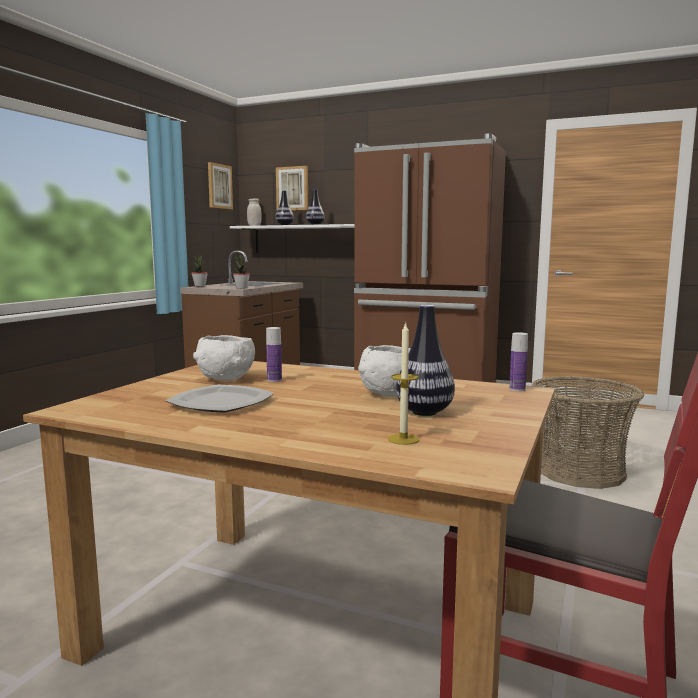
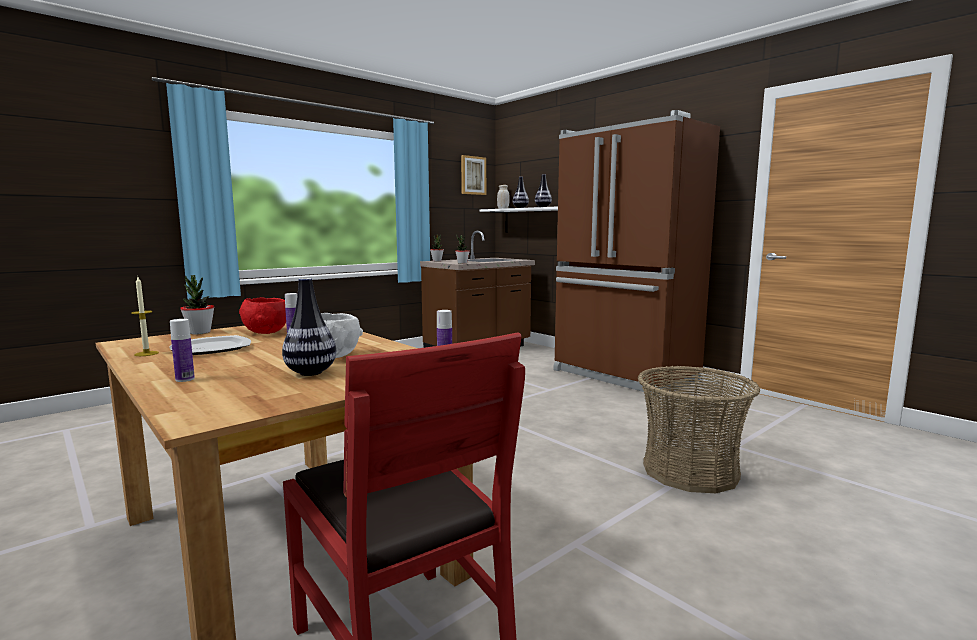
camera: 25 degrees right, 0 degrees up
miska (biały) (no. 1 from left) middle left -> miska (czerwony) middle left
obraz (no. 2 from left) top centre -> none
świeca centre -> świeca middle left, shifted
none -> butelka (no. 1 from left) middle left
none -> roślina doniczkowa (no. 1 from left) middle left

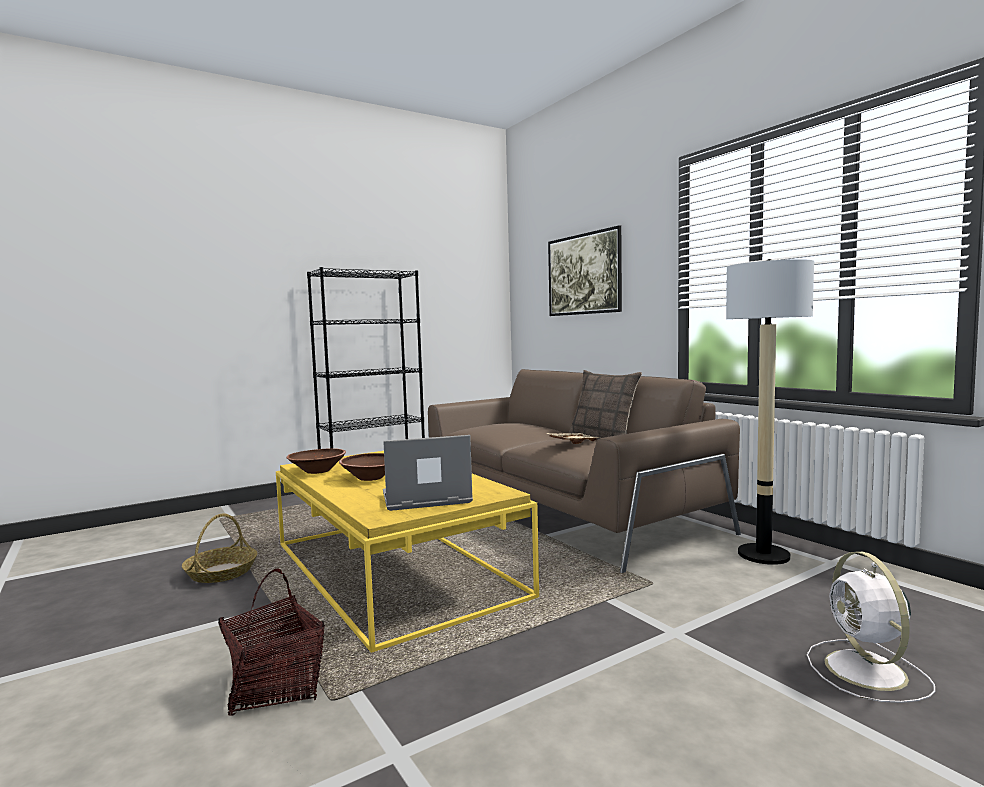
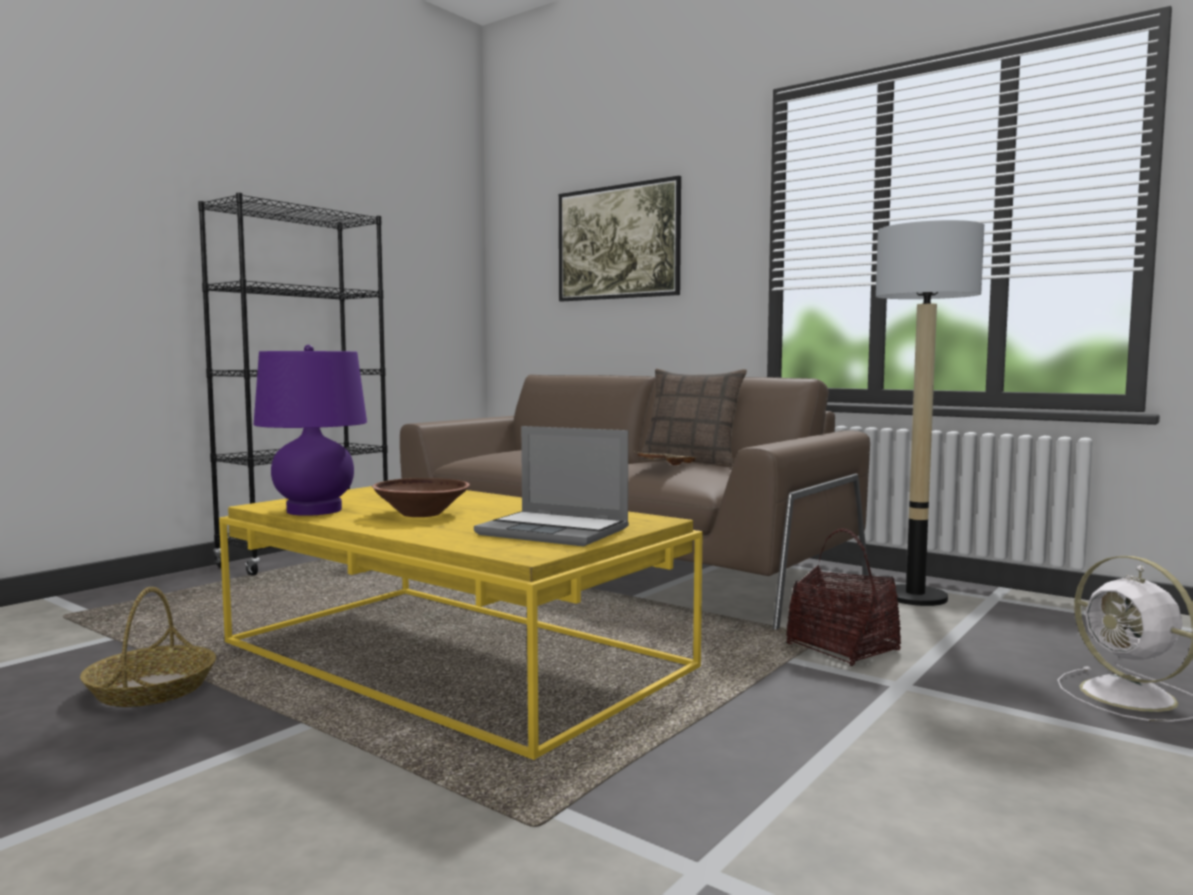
camera: 20 degrees left, 0 degrees up
koszyk (no. 2 from left) bottom left -> koszyk (no. 2 from left) bottom right, shifted
miska (brązowy) (no. 1 from left) middle left -> lampa stołowa (fioletowy) middle left
laptop centre, 120 degrees counterclockwise

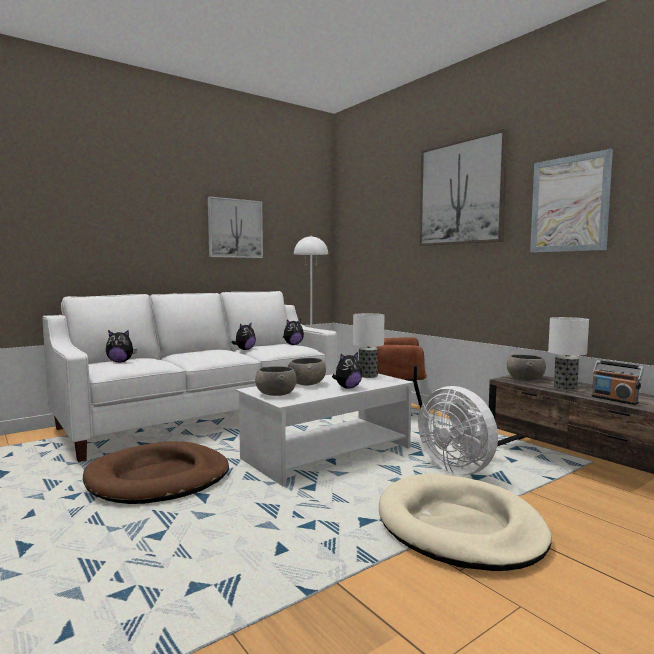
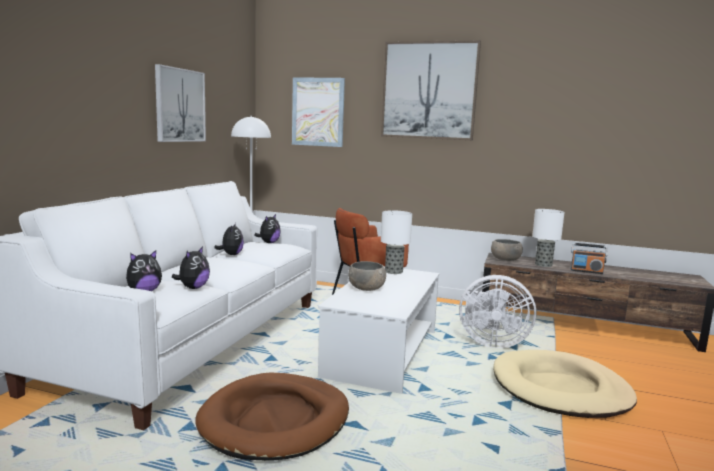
camera: 35 degrees left, 5 degrees up
miska (szary) (no. 1 from left) centre -> none
pluszak (no. 4 from left in the first image) centre -> pluszak (no. 2 from left) middle left, shifted
obraz (no. 3 from left in the first image) top right -> obraz (no. 2 from left) top centre, shifted

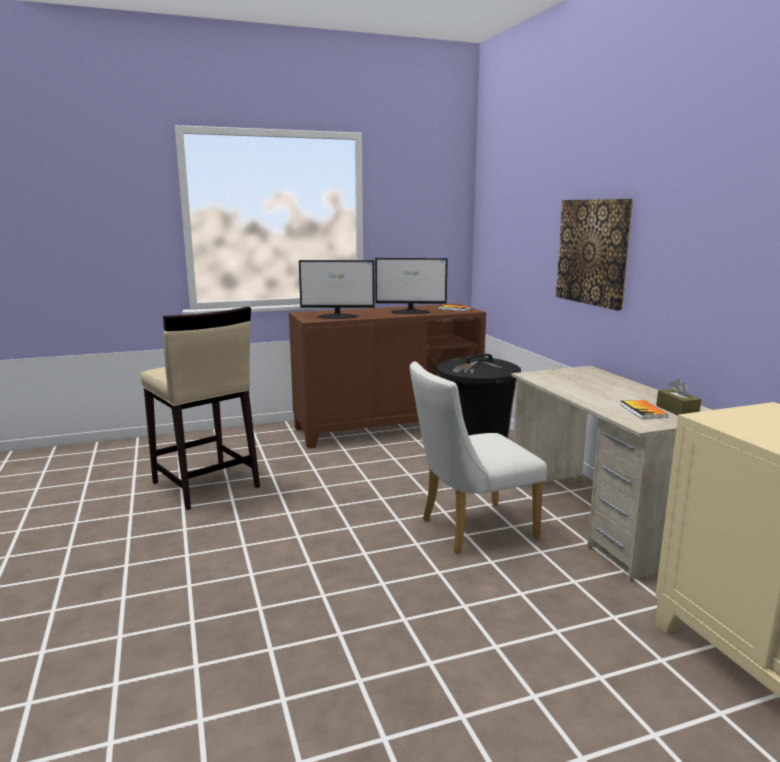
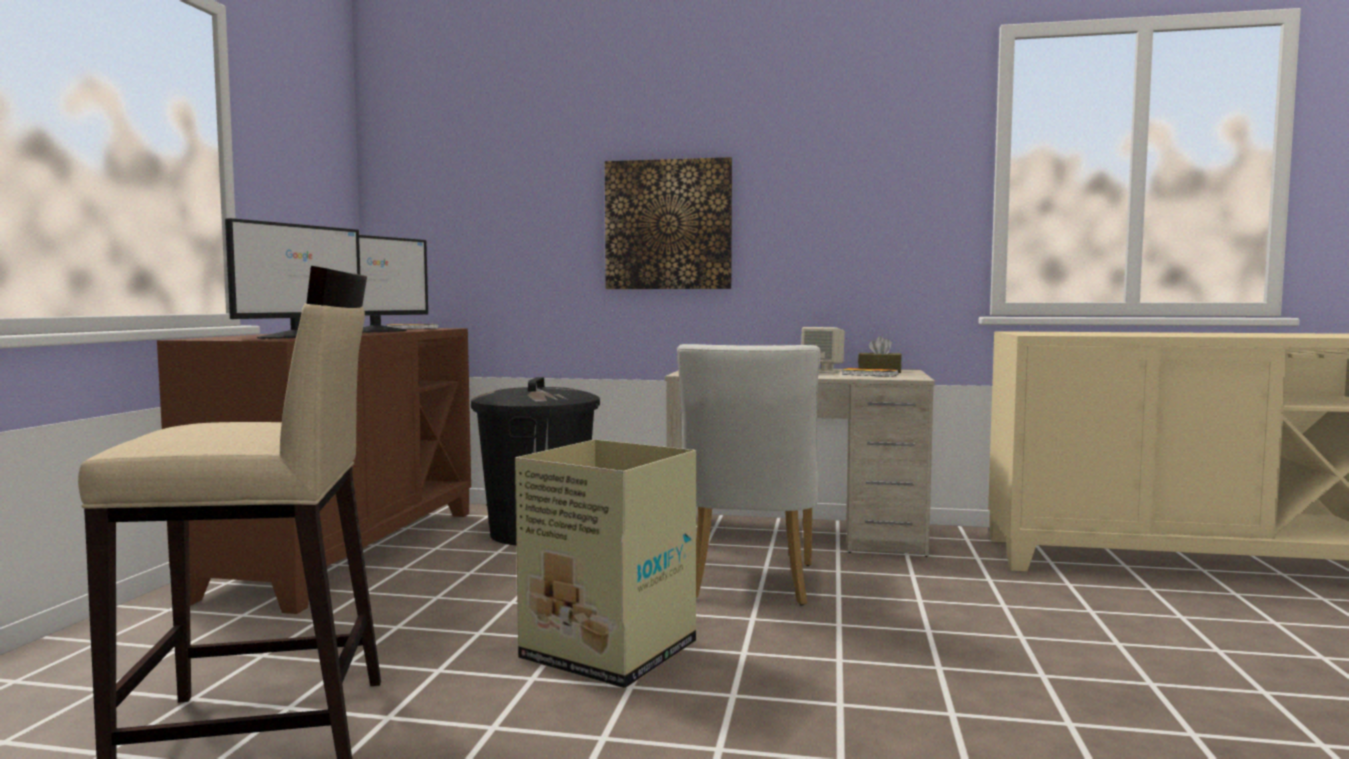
camera: 60 degrees left, 10 degrees down
none -> karton bottom centre
none -> głośnik (beżowy) centre

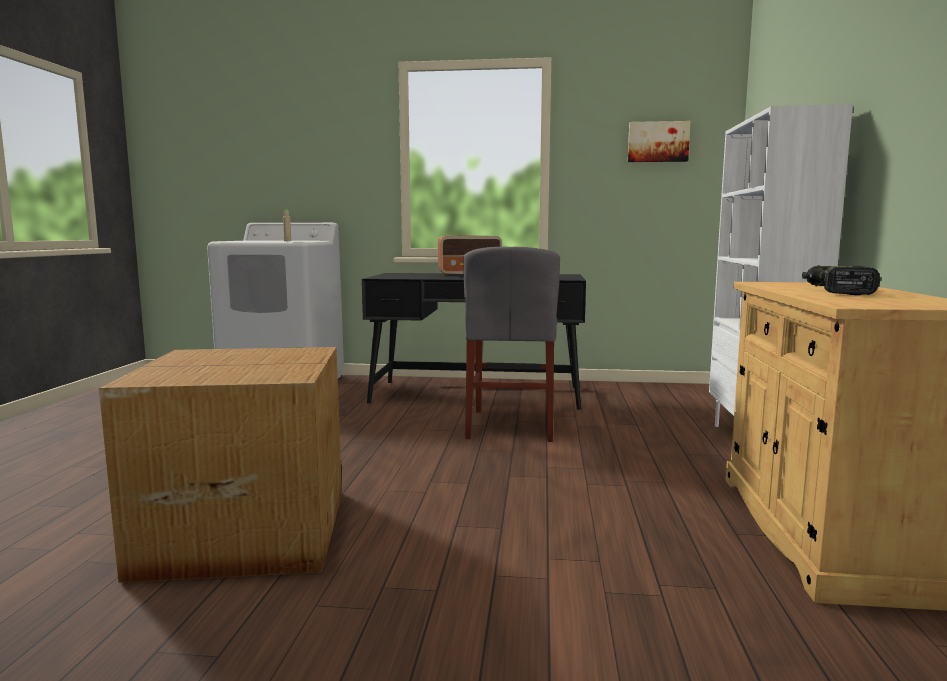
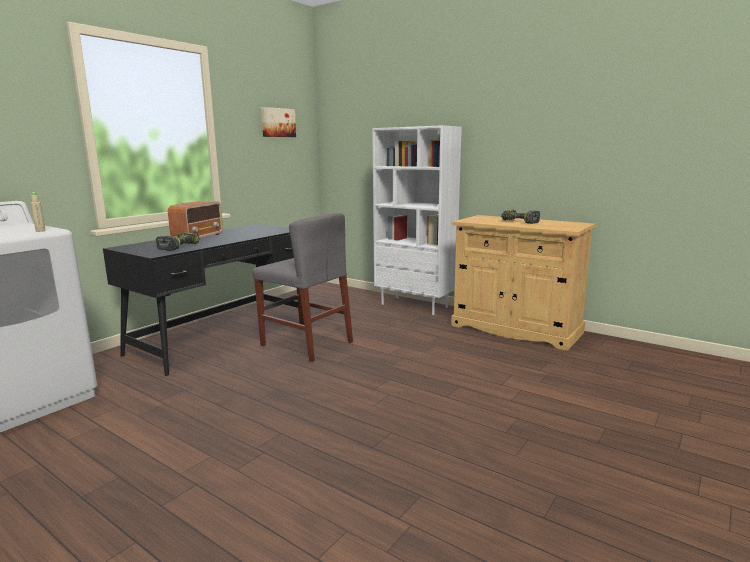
camera: 60 degrees left, 5 degrees up
karton bottom left -> none
none -> wiertarka (no. 1 from left) middle left

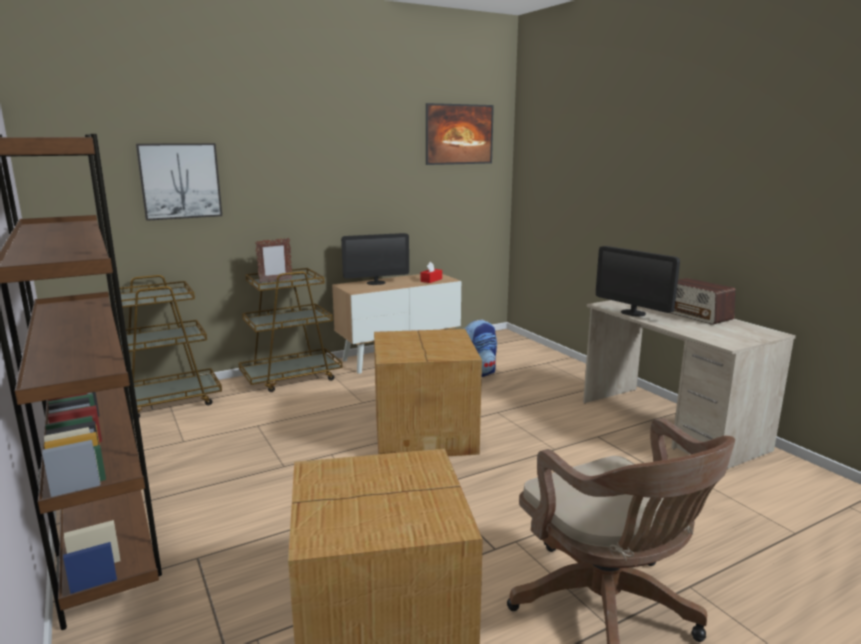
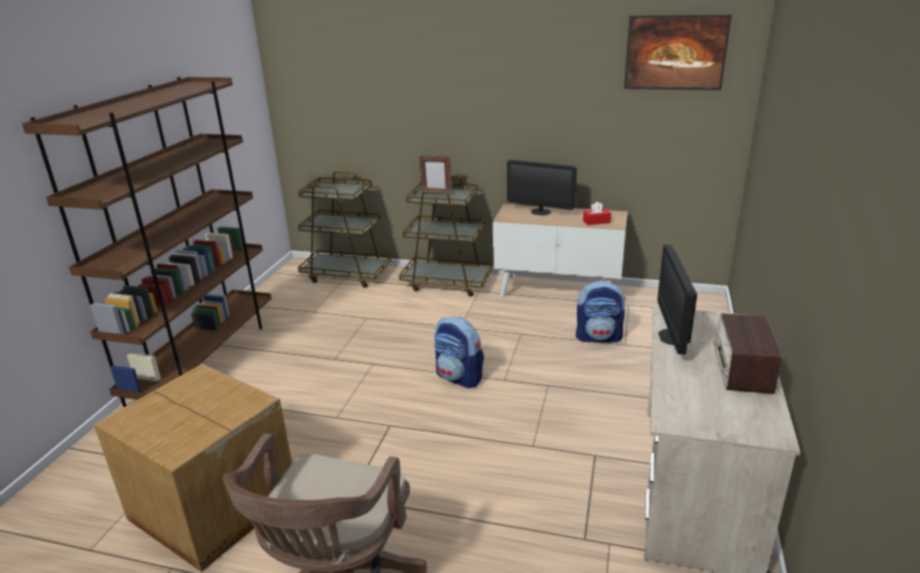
camera: 45 degrees right, 10 degrees up
obraz (no. 1 from left) top left -> none
karton (no. 2 from left) centre -> plecak (no. 1 from left) centre

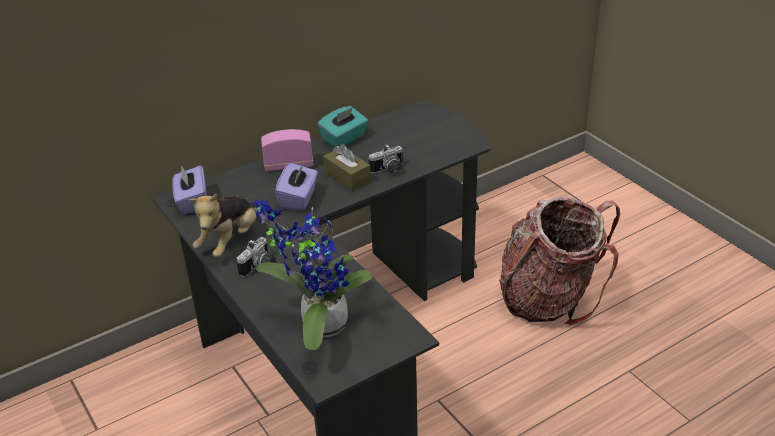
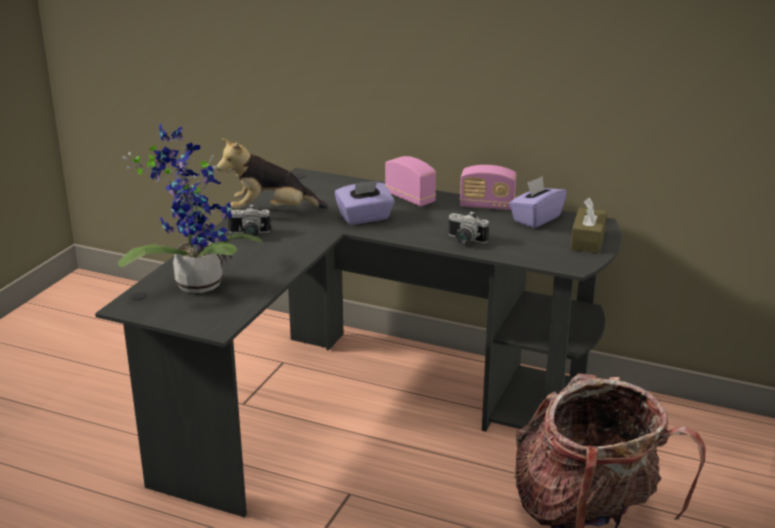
camera: 55 degrees right, 10 degrees down
pudełko chusteczek (fioletowy) (no. 1 from left in the first image) middle left -> pudełko chusteczek (fioletowy) (no. 2 from left) middle right, shifted
pudełko chusteczek (turkusowy) top centre -> radio (no. 2 from left) centre
pudełko chusteczek (brązowy) centre -> pudełko chusteczek (brązowy) middle right, shifted

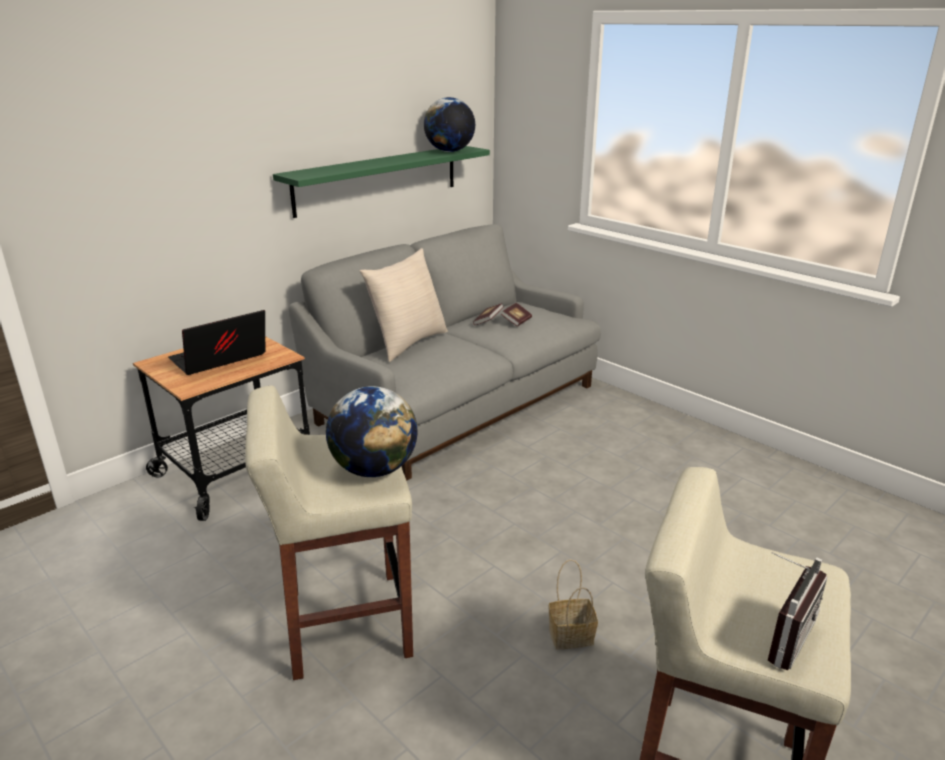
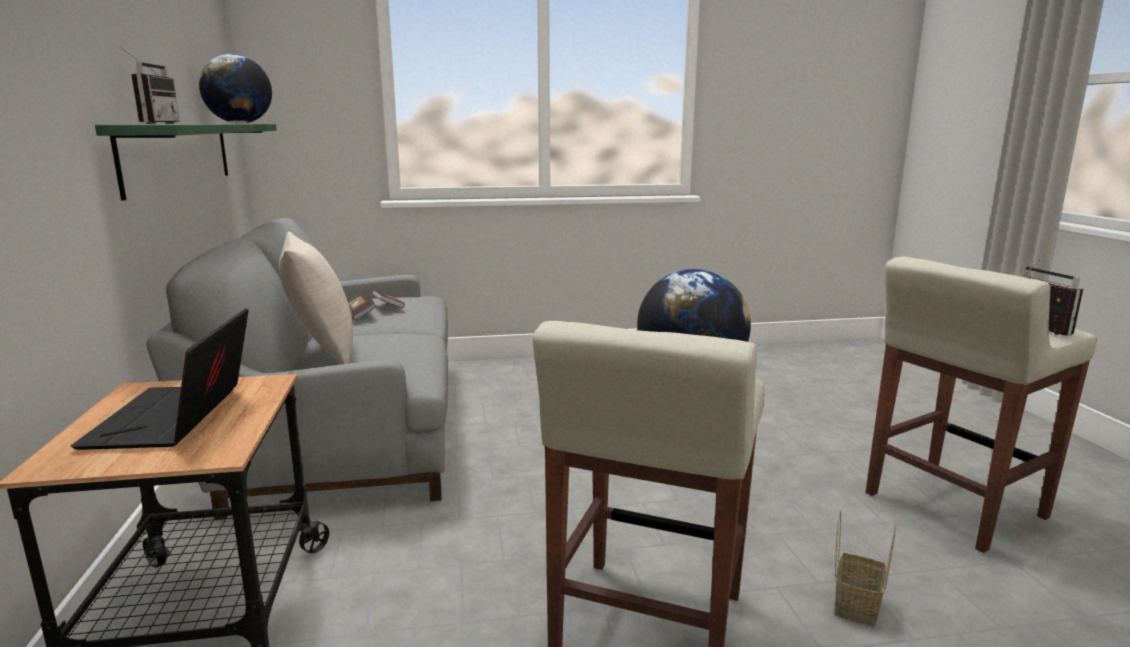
camera: 55 degrees left, 10 degrees down
koszyk bottom centre -> koszyk bottom right, shifted
none -> radio (no. 1 from left) top left

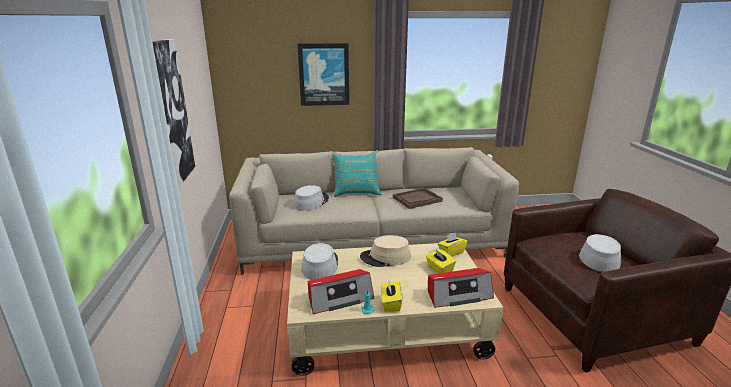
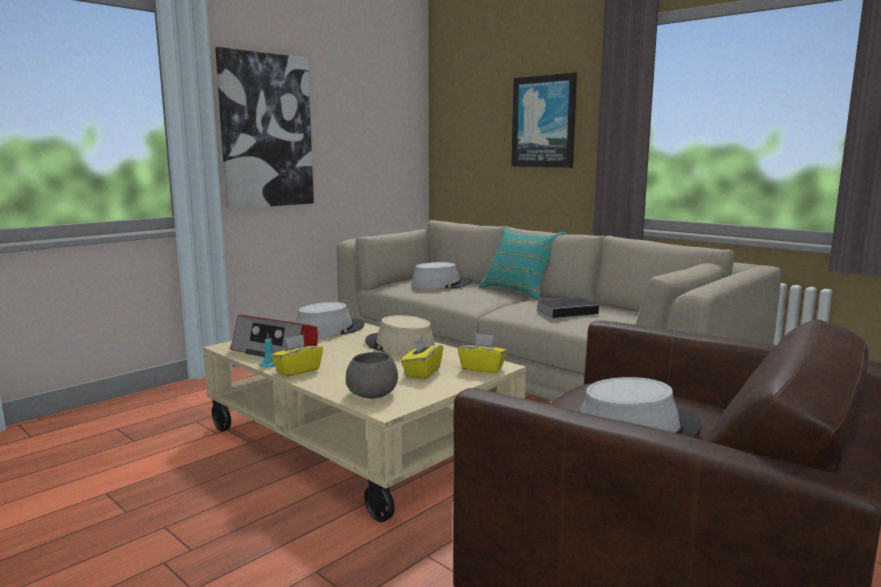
camera: 50 degrees right, 10 degrees down
taca (brązowy) centre -> książka centre
radio (no. 2 from left) bottom centre -> miska (szary) centre

